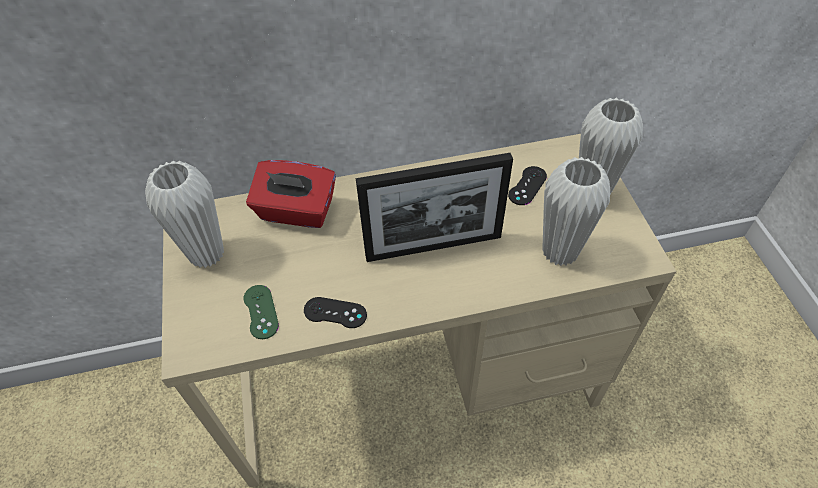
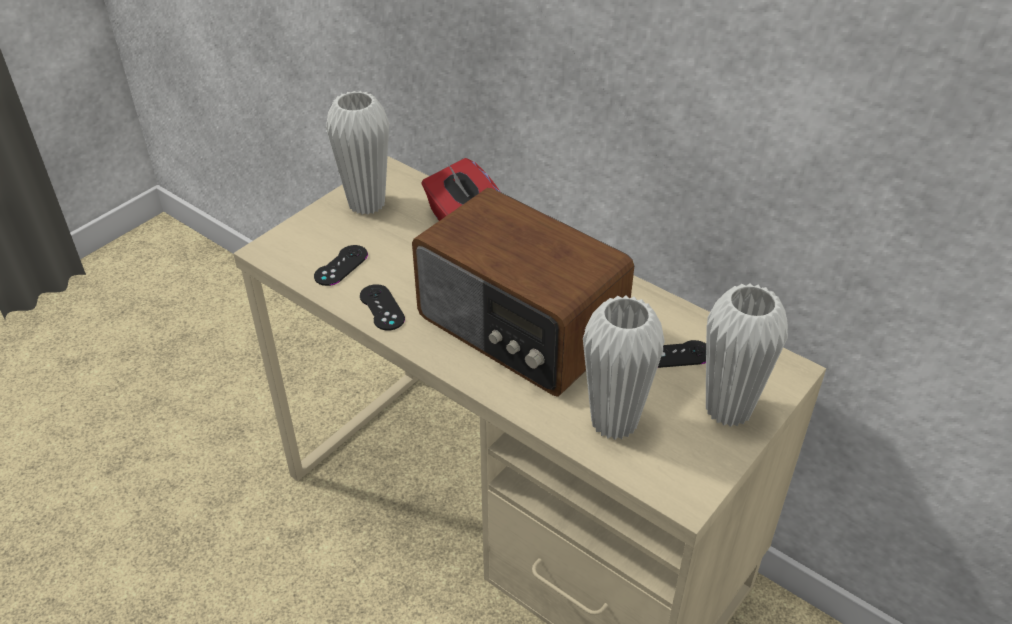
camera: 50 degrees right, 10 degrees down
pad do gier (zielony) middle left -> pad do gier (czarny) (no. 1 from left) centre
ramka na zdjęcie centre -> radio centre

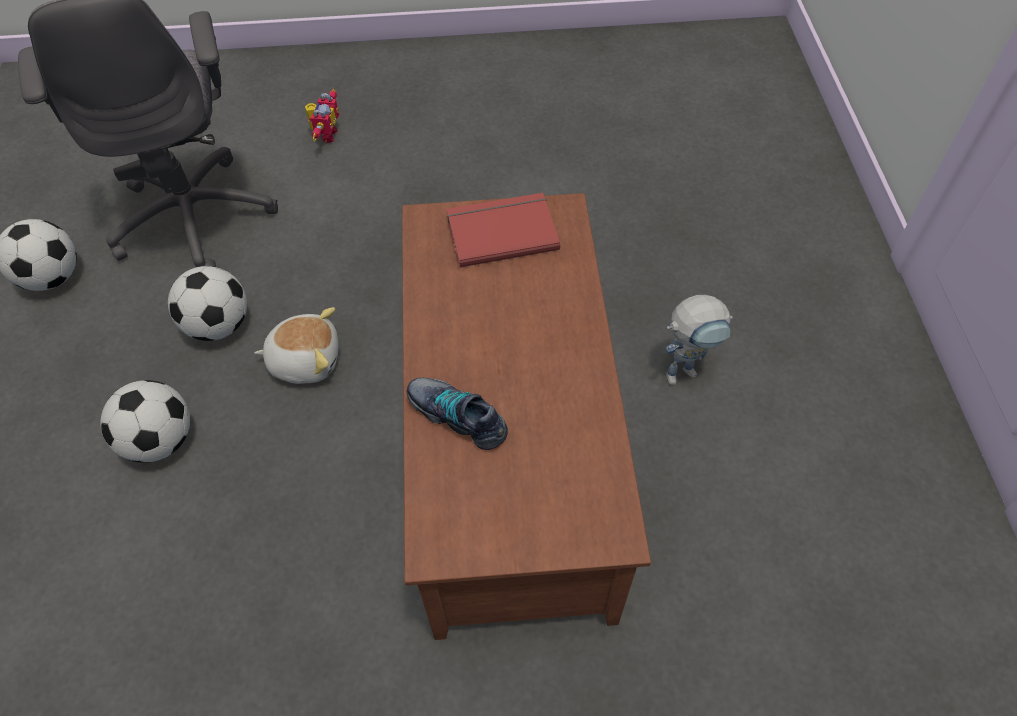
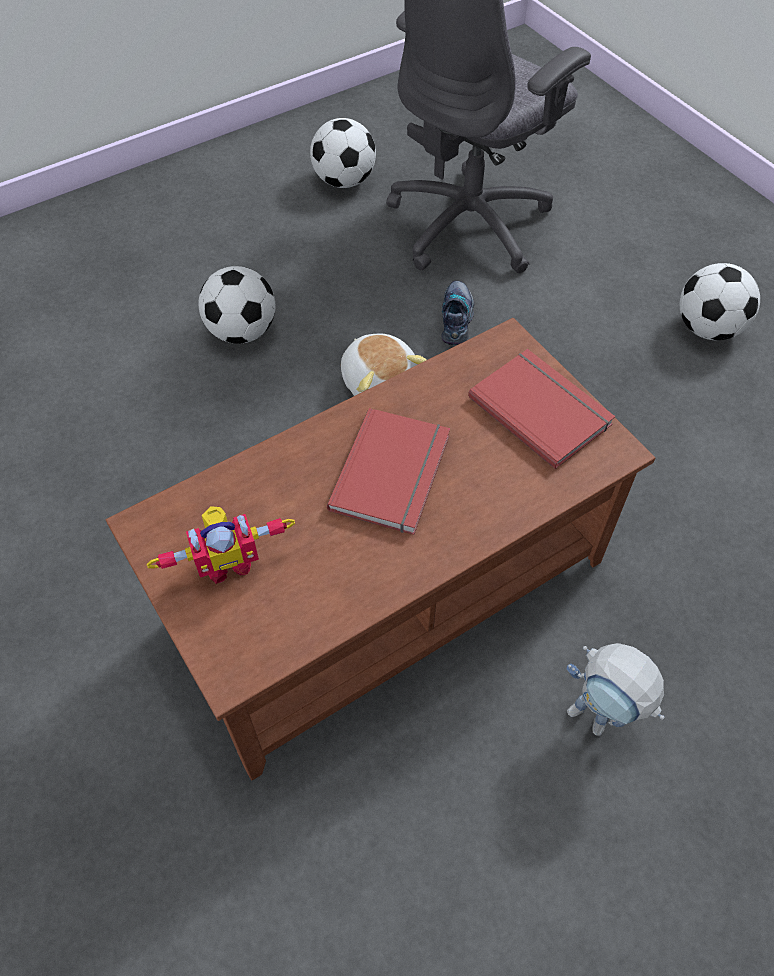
camera: 60 degrees right, 0 degrees up
piłka futbolowa (no. 3 from left) middle left -> piłka futbolowa (no. 3 from left) top right, shifted
robot zabawkowy (no. 1 from left) top left -> robot zabawkowy (no. 1 from left) middle left, shifted
but centre -> but top centre, shifted
none -> książka (czerwony) (no. 1 from left) centre

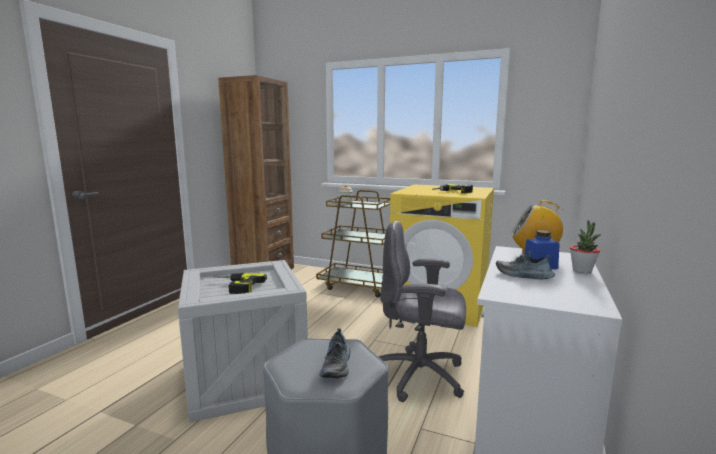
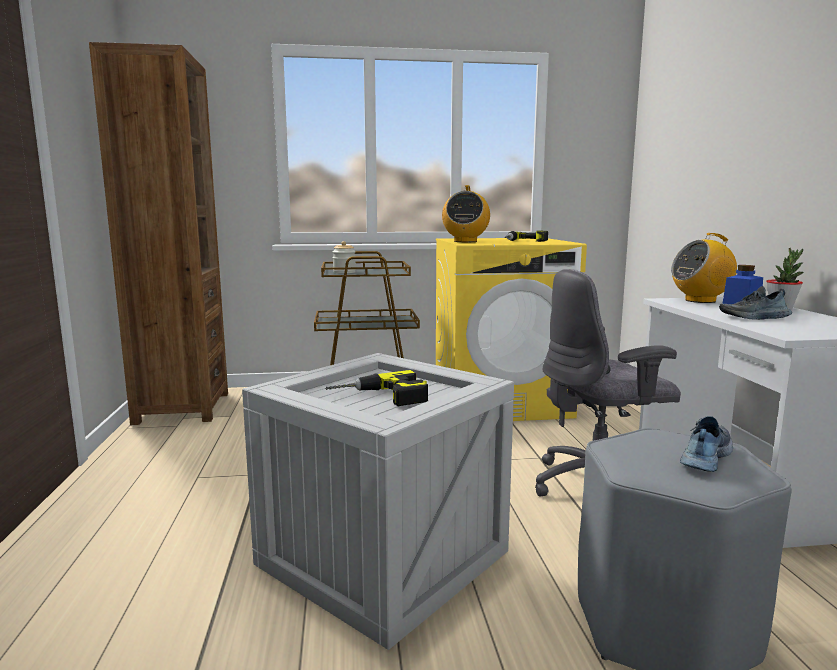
camera: 30 degrees left, 0 degrees up
but (no. 1 from left) bottom centre -> but (no. 1 from left) middle right, 120 degrees counterclockwise
none -> radio (no. 1 from left) top centre

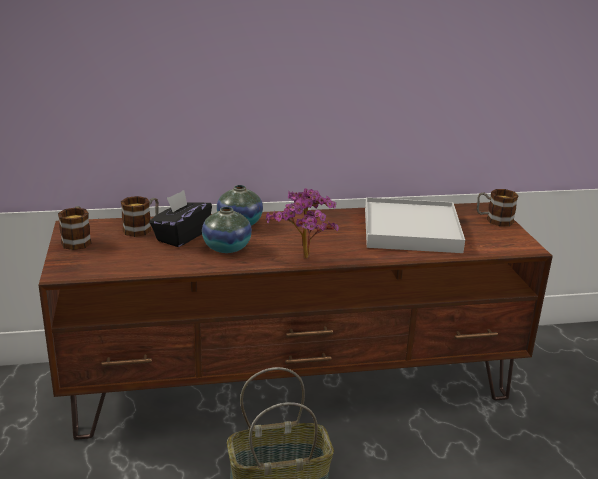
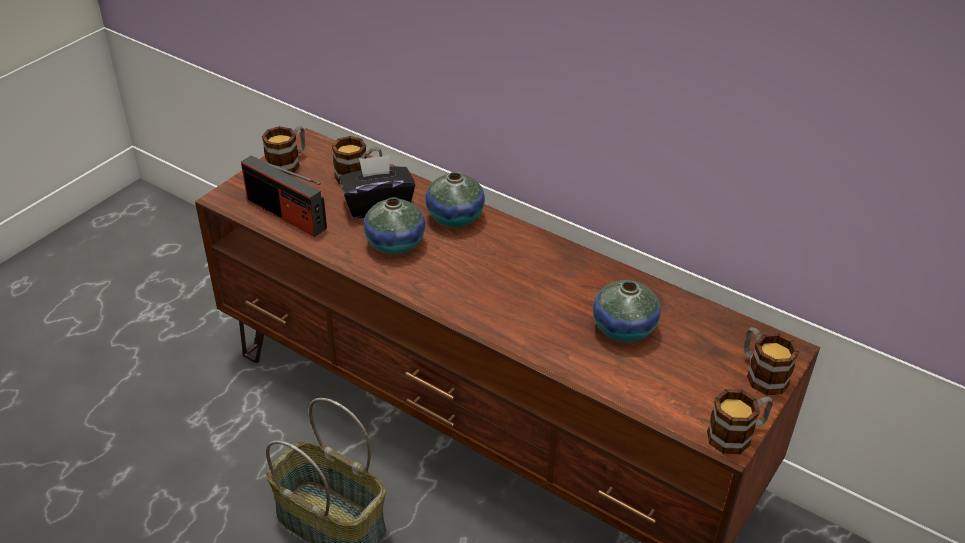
camera: 45 degrees right, 15 degrees up
roślina doniczkowa centre -> none
taca (biały) middle right -> wazon (no. 3 from left) centre
none -> radio middle left
none -> kubek (no. 3 from left) bottom right

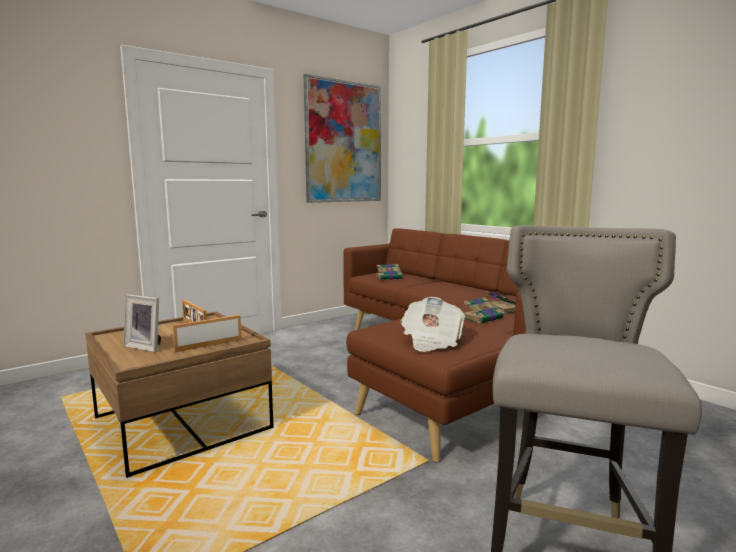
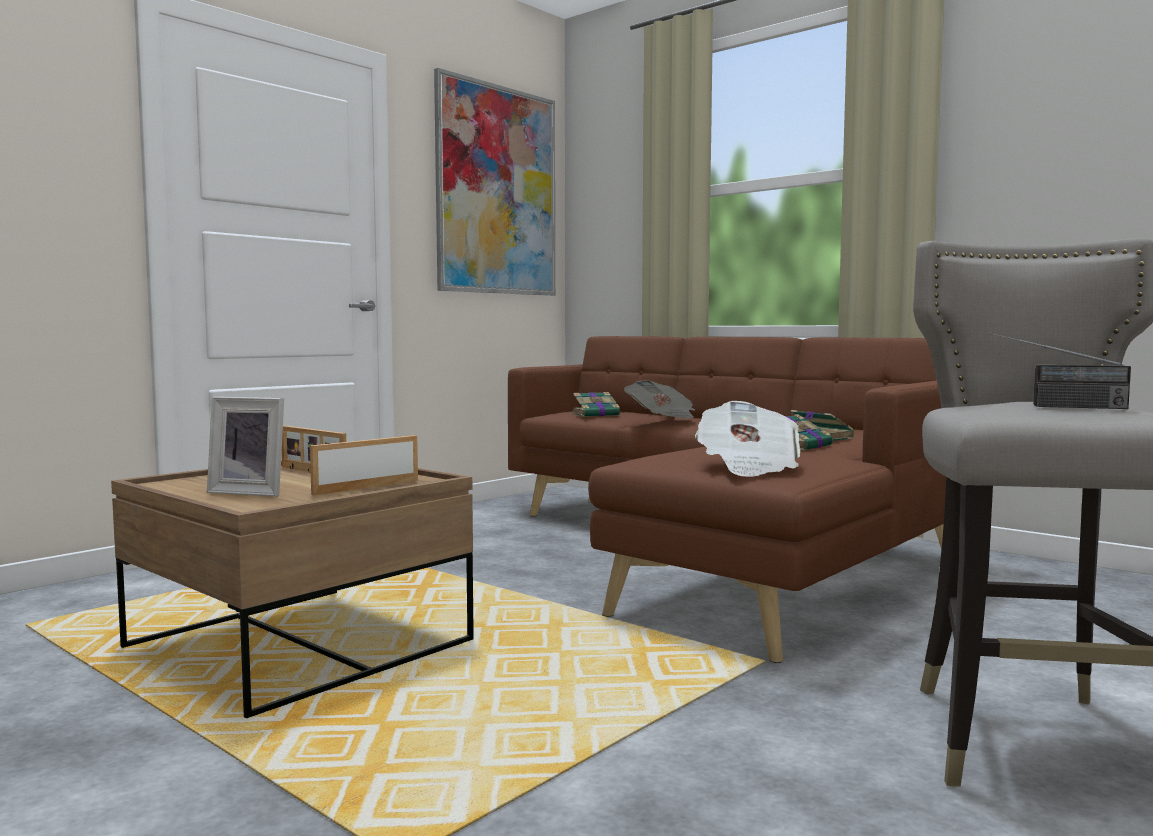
camera: 10 degrees left, 5 degrees down
none -> gazeta (no. 1 from left) centre
none -> radio middle right

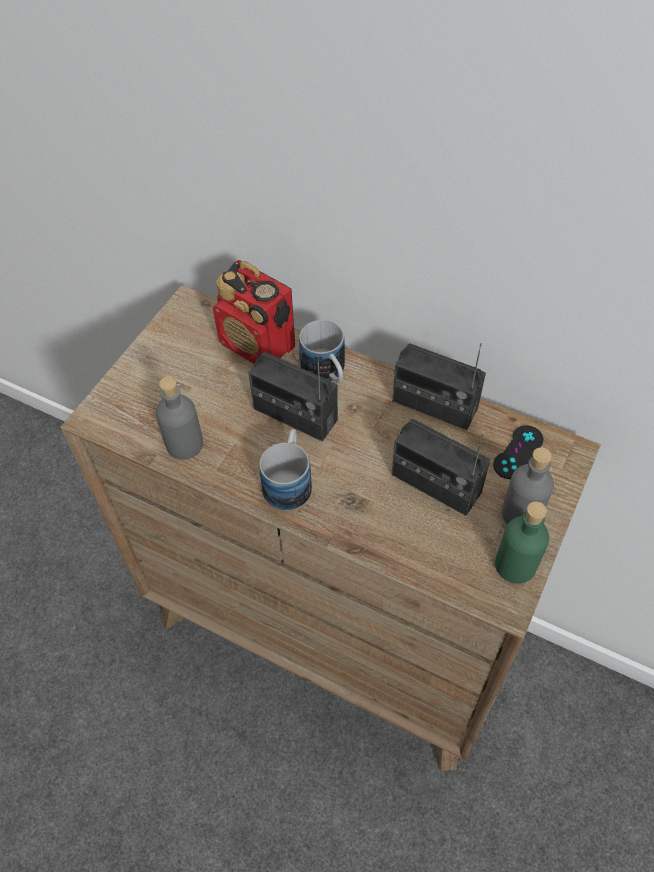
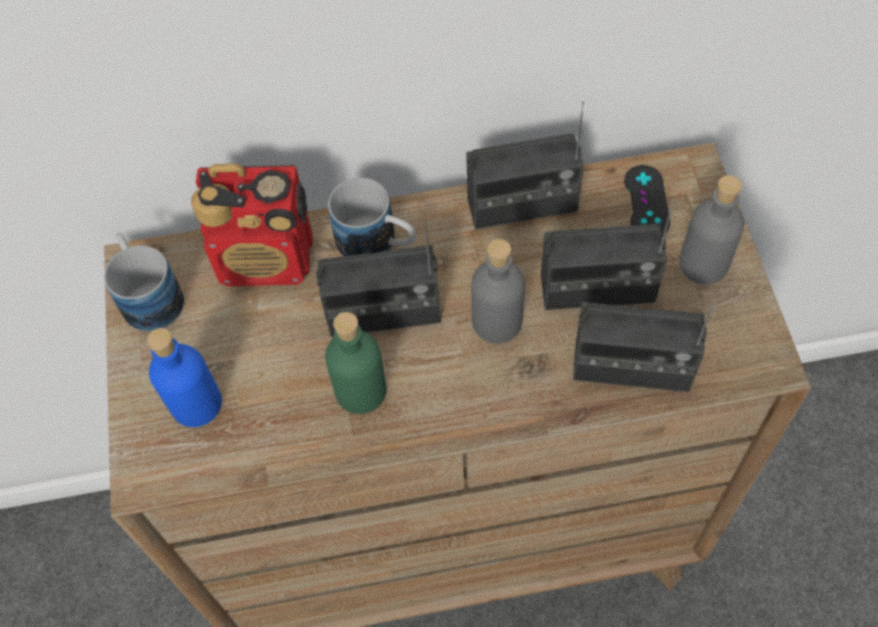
camera: 35 degrees left, 5 degrees up
butelka (szary) (no. 1 from left) middle left -> butelka (szary) (no. 1 from left) centre, shifted
kubek (no. 1 from left) centre -> kubek (no. 1 from left) middle left, shifted
butelka (zielony) middle right -> butelka (zielony) centre, shifted
none -> butelka (niebieski) middle left
none -> radio (no. 5 from left) middle right

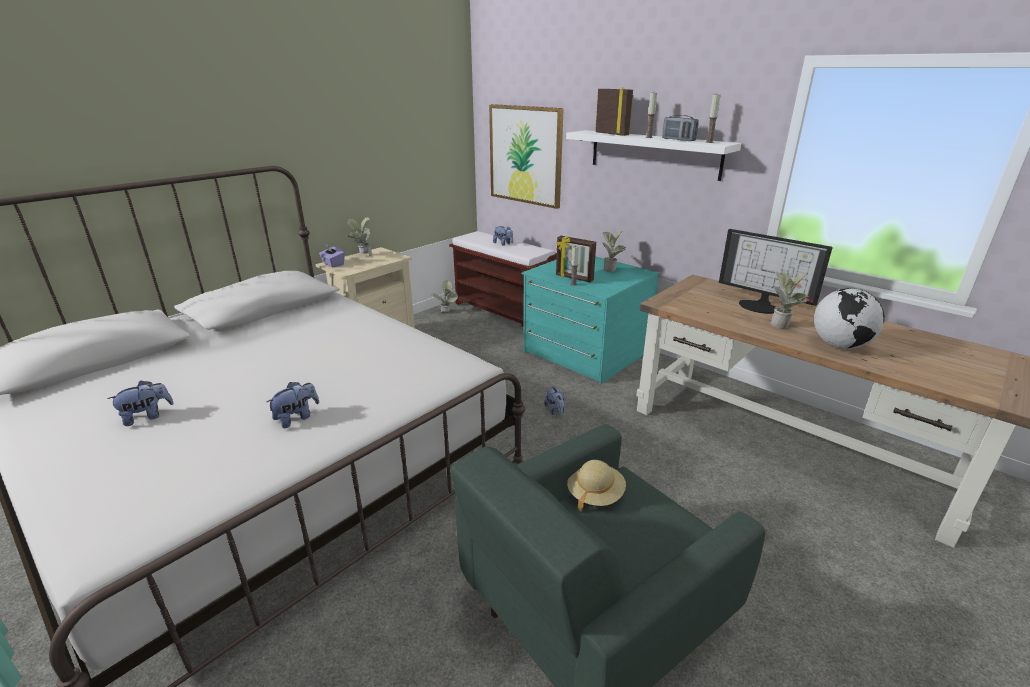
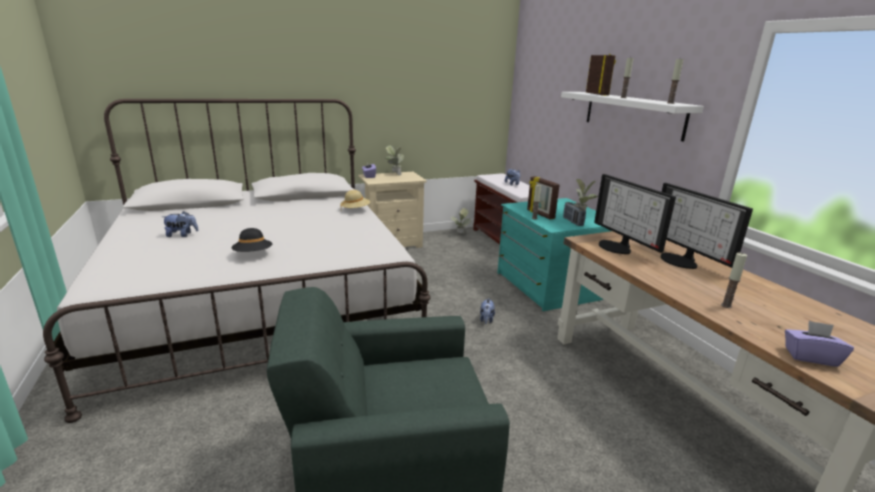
camera: 25 degrees right, 5 degrees down
pluszak (no. 2 from left) middle left -> kapelusz (czarny) middle left
obraz top centre -> none
kapelusz (beżowy) bottom centre -> kapelusz (beżowy) centre, shifted
radio top centre -> radio centre, shifted
roślina doniczkowa (no. 4 from left) middle right -> none
globus middle right -> świeca (no. 4 from left) middle right
none -> monitor (no. 1 from left) middle right
none -> pudełko chusteczek (fioletowy) (no. 2 from left) bottom right

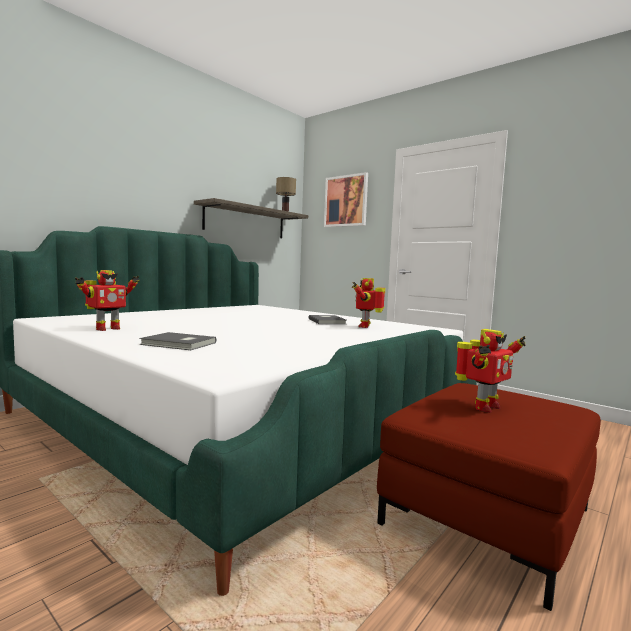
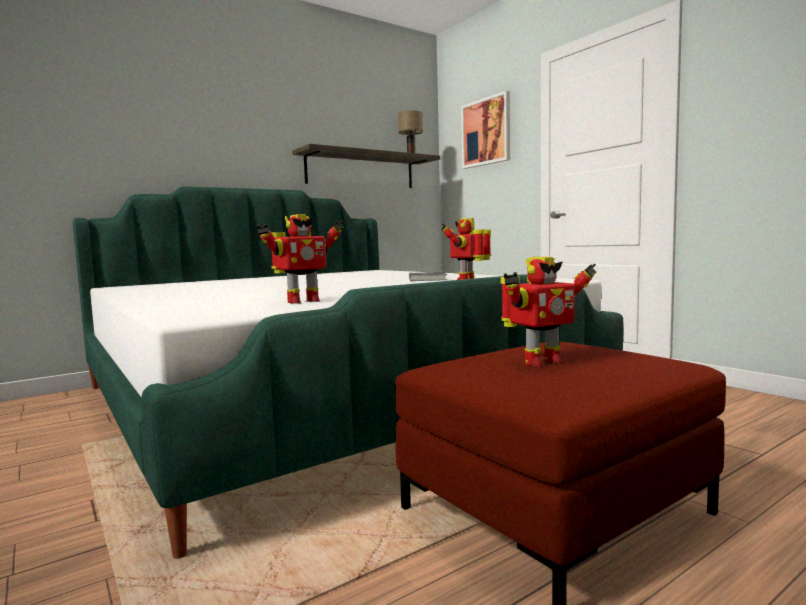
camera: 15 degrees right, 0 degrees up
robot zabawkowy (no. 1 from left) middle left -> robot zabawkowy (no. 1 from left) centre, shifted
książka (szary) (no. 1 from left) middle left -> none

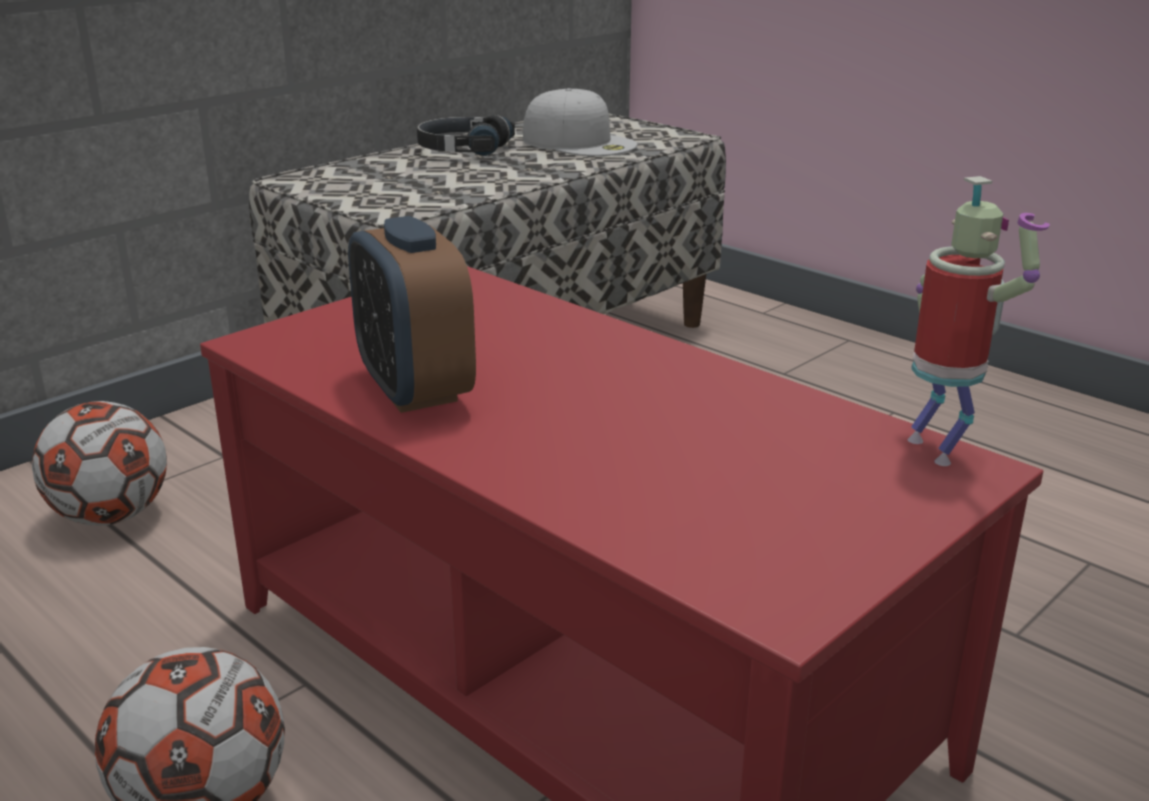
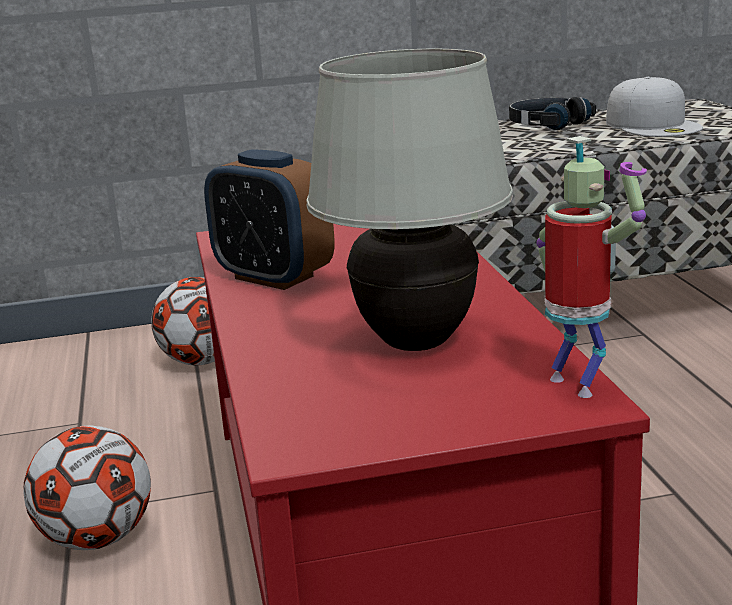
camera: 35 degrees right, 5 degrees down
budzik centre, 60 degrees counterclockwise
robot zabawkowy middle right, 45 degrees counterclockwise
none -> lampa stołowa (biały) top centre

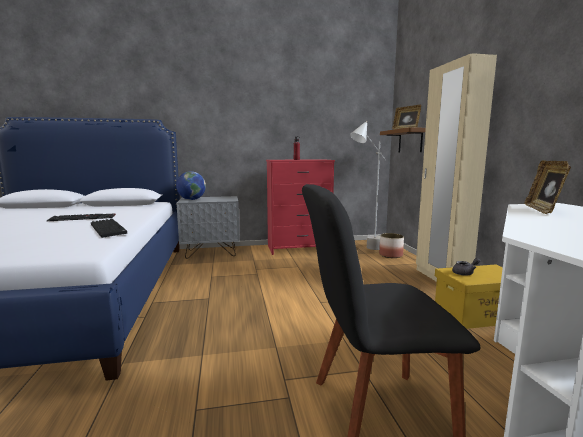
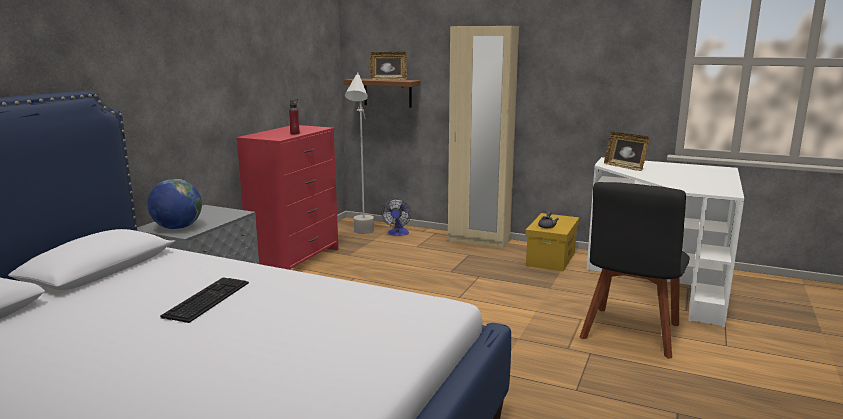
camera: 55 degrees left, 5 degrees up
klawiatura (no. 2 from left) middle left -> none
donica middle right -> wentylator centre

